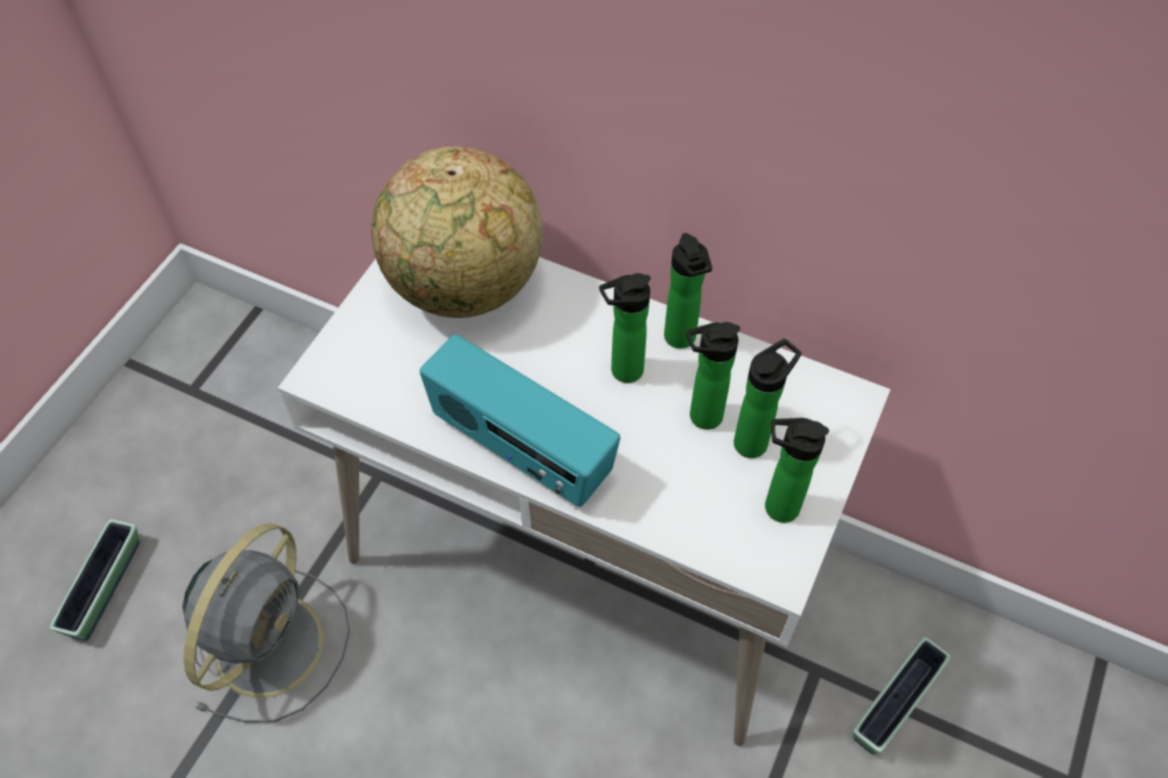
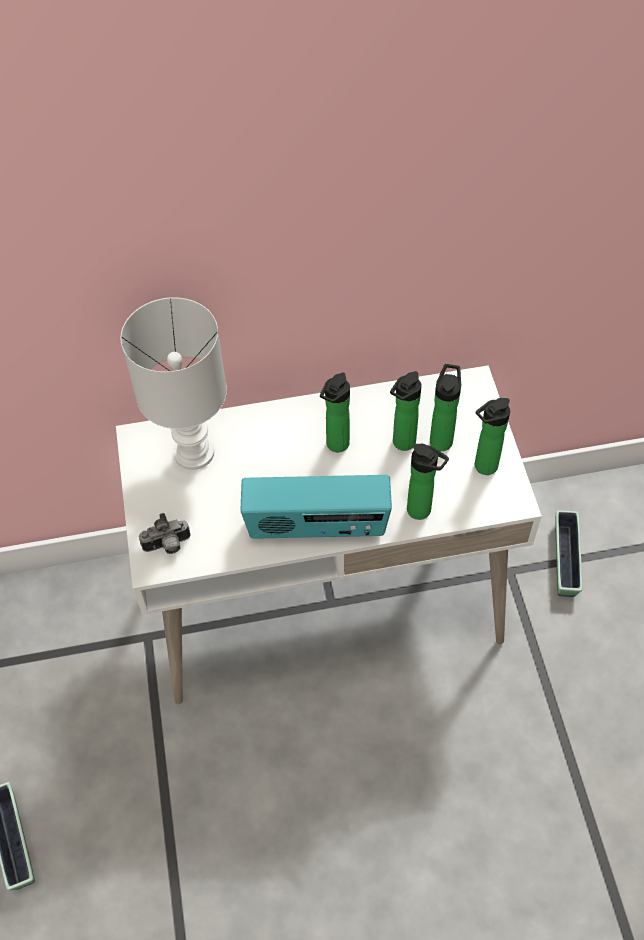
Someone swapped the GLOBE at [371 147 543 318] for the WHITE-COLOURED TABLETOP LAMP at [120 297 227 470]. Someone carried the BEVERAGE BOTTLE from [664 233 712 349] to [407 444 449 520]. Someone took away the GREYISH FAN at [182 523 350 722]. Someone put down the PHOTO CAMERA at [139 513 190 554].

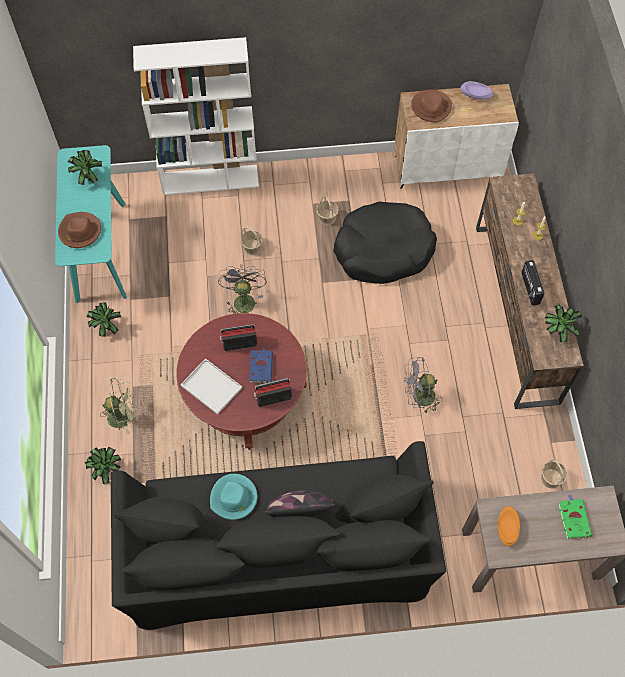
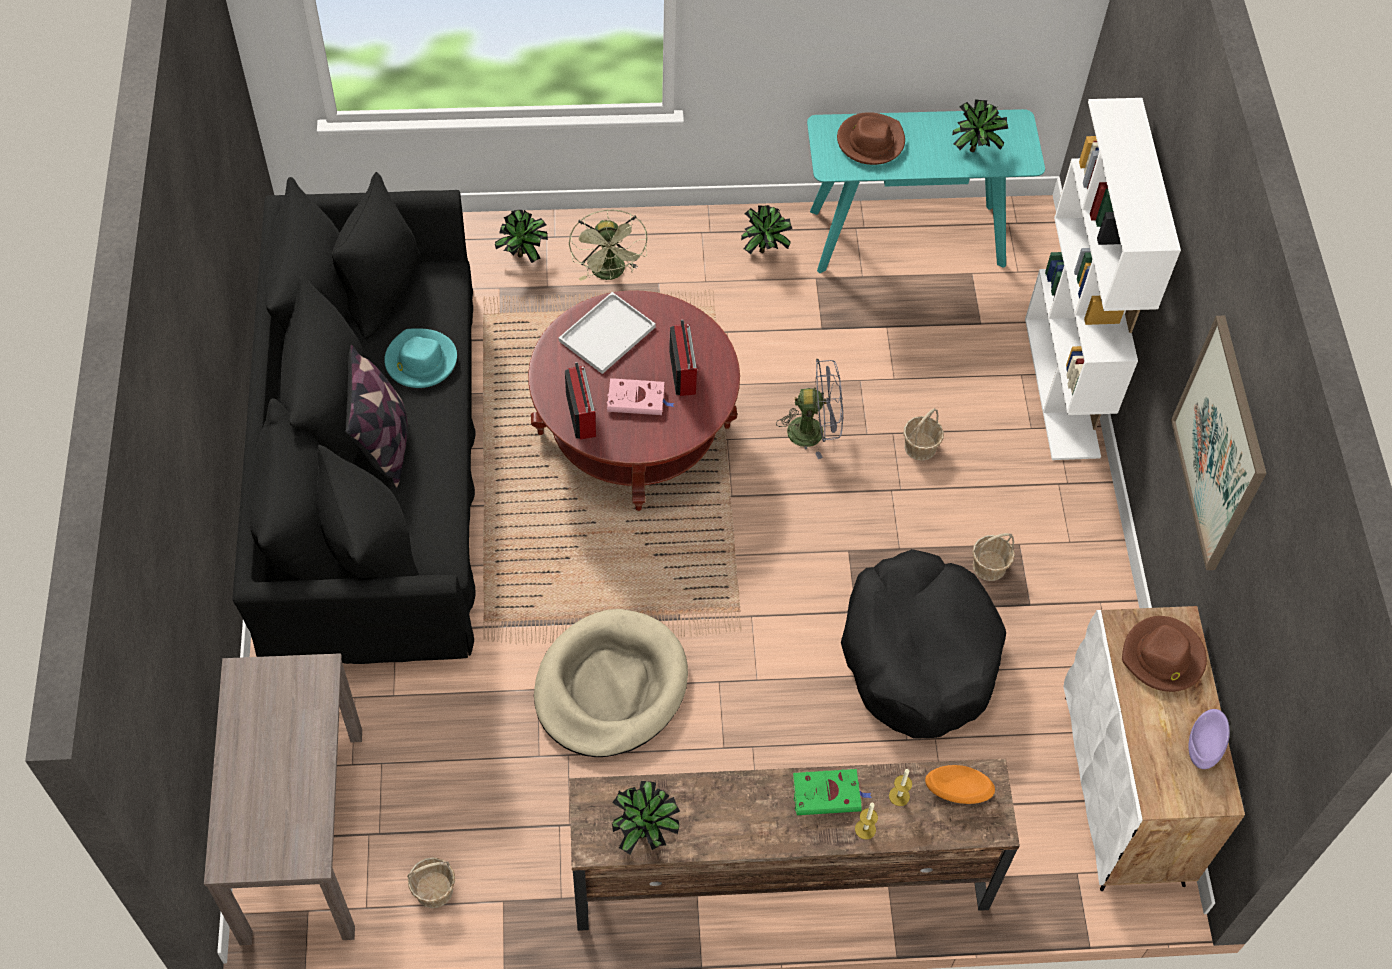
Someone took away the RADIO at [522 260 544 306]. Someone repainted the BLUE-COLOURED BOOK at [249 348 273 383], which became the PINKISH BOOK at [607 378 674 415]. Someone swapped the GREYISH FAN at [405 357 443 414] for the SAND-COLOURED DOG BED at [534 609 688 757]. Someone carried the GREENISH BOOK from [558 495 592 540] to [792 769 872 815]. Someone carried the ORANGE-COLOURED BOWL from [498 506 520 546] to [925 765 995 804]. Someone put up the WALL ART at [1171 316 1266 570].

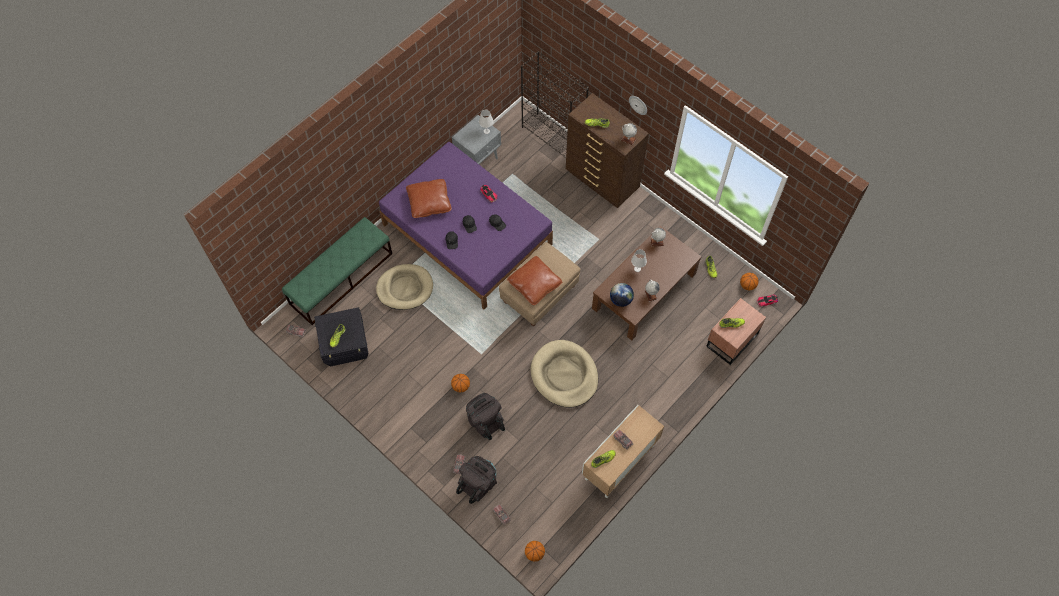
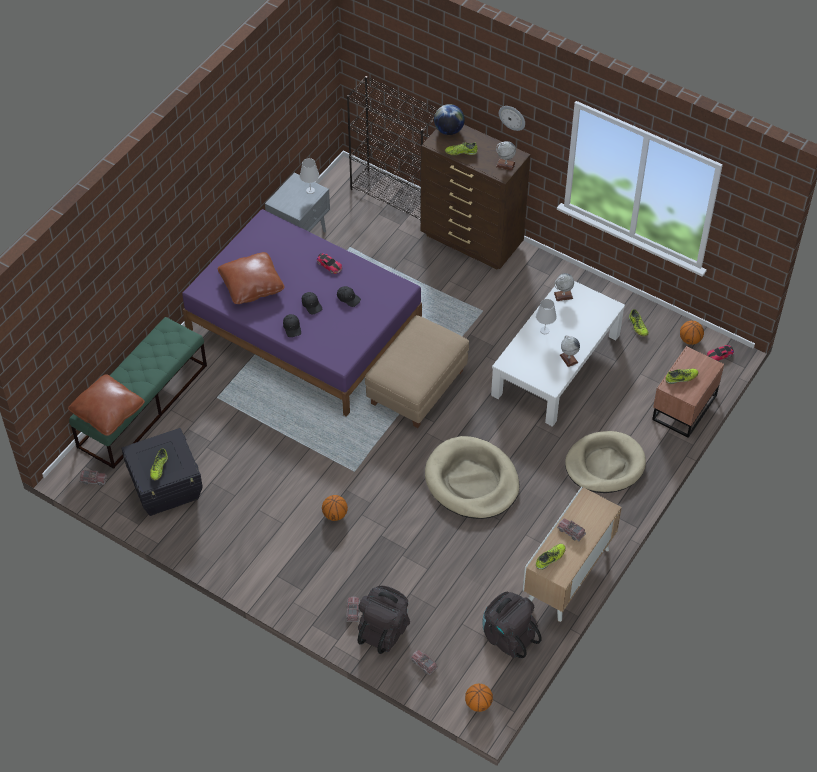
Someone repainted the BROWN LOUNGE TABLE at [592 226 702 340], which became the WHITE-COLOURED LOUNGE TABLE at [491 281 625 427]. Someone carried the BROWN THROW PILLOW from [507 256 562 305] to [68 374 145 436]. Someone carried the SAND-COLOURED DOG BED from [376 264 433 310] to [565 431 646 493]. Someone carried the GLOBE from [610 283 634 307] to [434 104 465 135]. Someone carried the BLACKISH BACKPACK from [466 393 505 440] to [482 592 542 658].

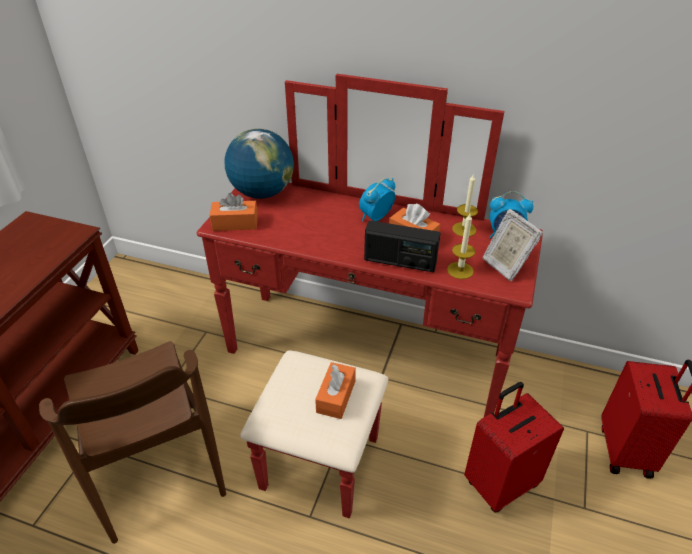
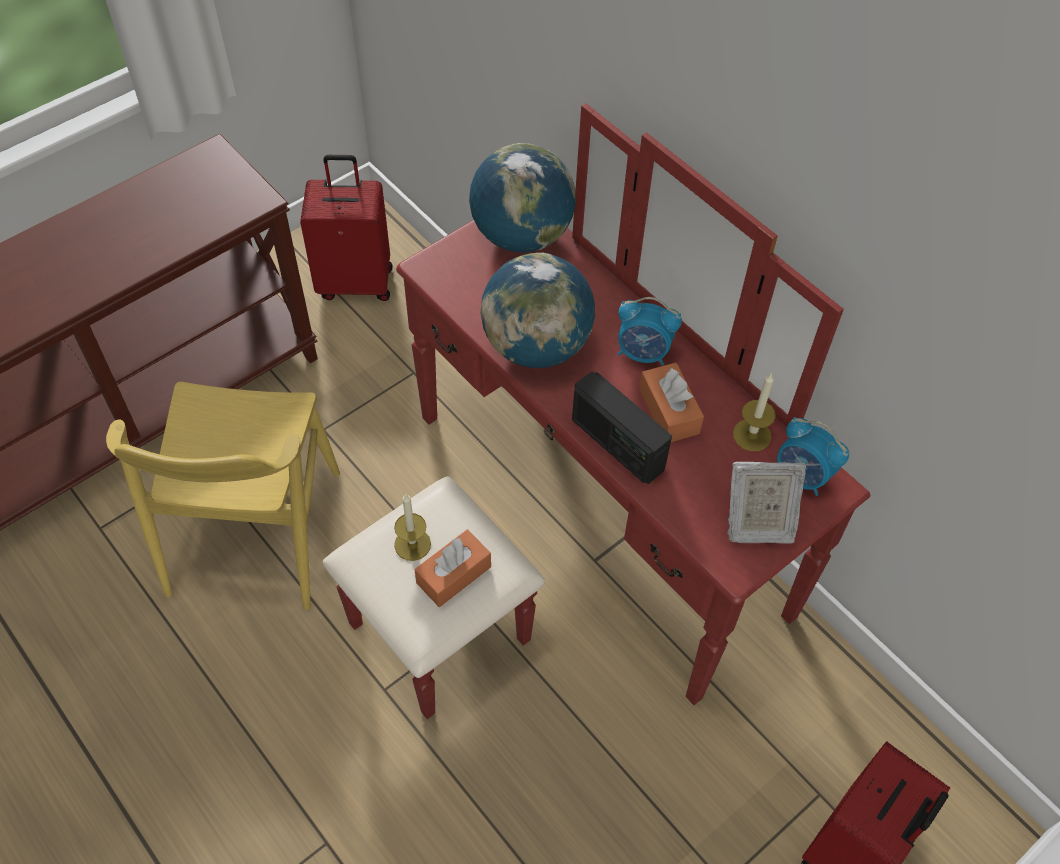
Someone rotated the ALARM CLOCK at [359 178 395 221] by 150 degrees counterclockwise. Someone took away the ORANGE-COLOURED TISSUE BOX at [210 193 258 231]. Someone rotated the PHOTO FRAME at [482 209 543 281] by 90 degrees counterclockwise. Someone carried the CANDLE from [447 213 475 279] to [394 494 431 561]. Someone repainted the BROWN PLAIN CHAIR at [39 341 226 544], which became the YELLOWISH PLAIN CHAIR at [106 382 340 610]. Someone carried the RED PIECE OF LUGGAGE from [464 382 564 513] to [300 155 392 301]. Someone put down the GLOBE at [481 252 595 368].

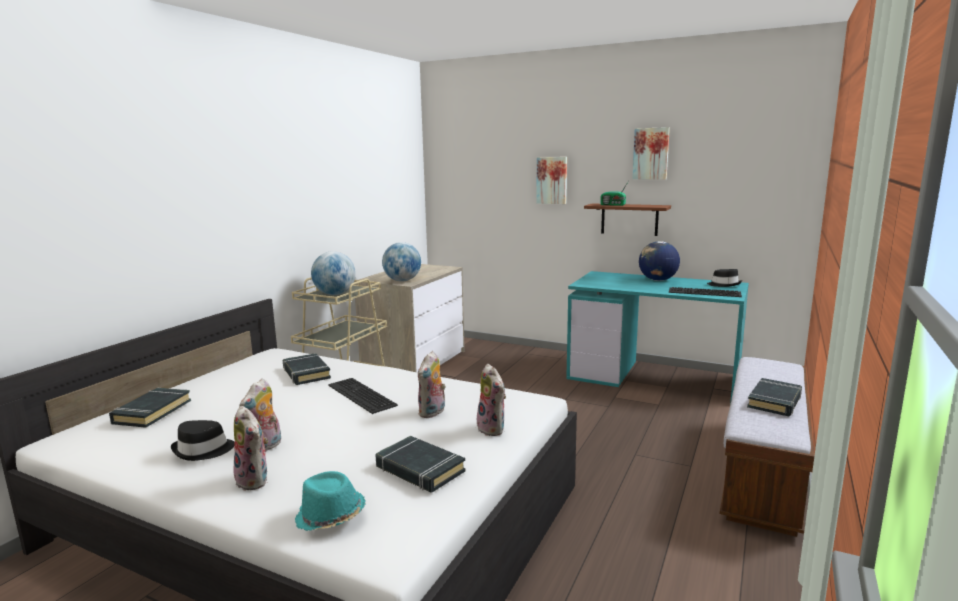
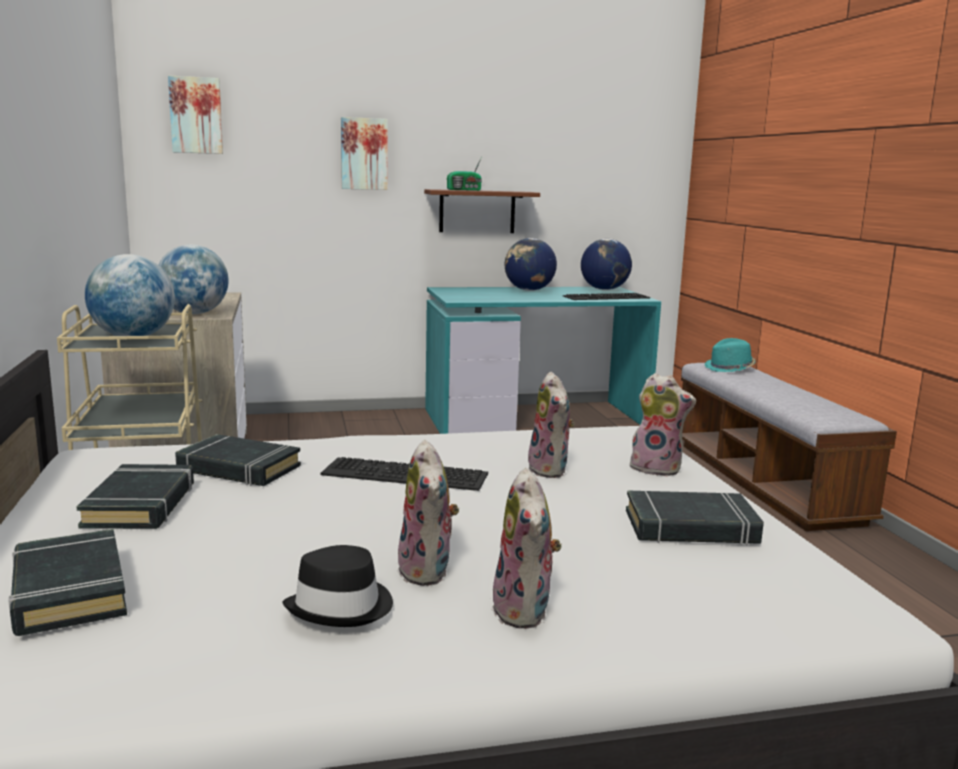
Someone carried the WALL ART from [632 127 670 180] to [168 75 223 154]. Someone swapped the BLACKISH CLOTHING HAT at [707 269 742 287] for the GLOBE at [581 239 632 290]. Someone carried the BLACKISH BOOK from [747 378 802 416] to [77 464 194 529]. Someone rotated the CUDDLY TOY at [233 406 268 491] by 75 degrees clockwise. Someone carried the TURQUOISE-COLOURED CLOTHING HAT from [295 471 366 531] to [705 338 755 372].

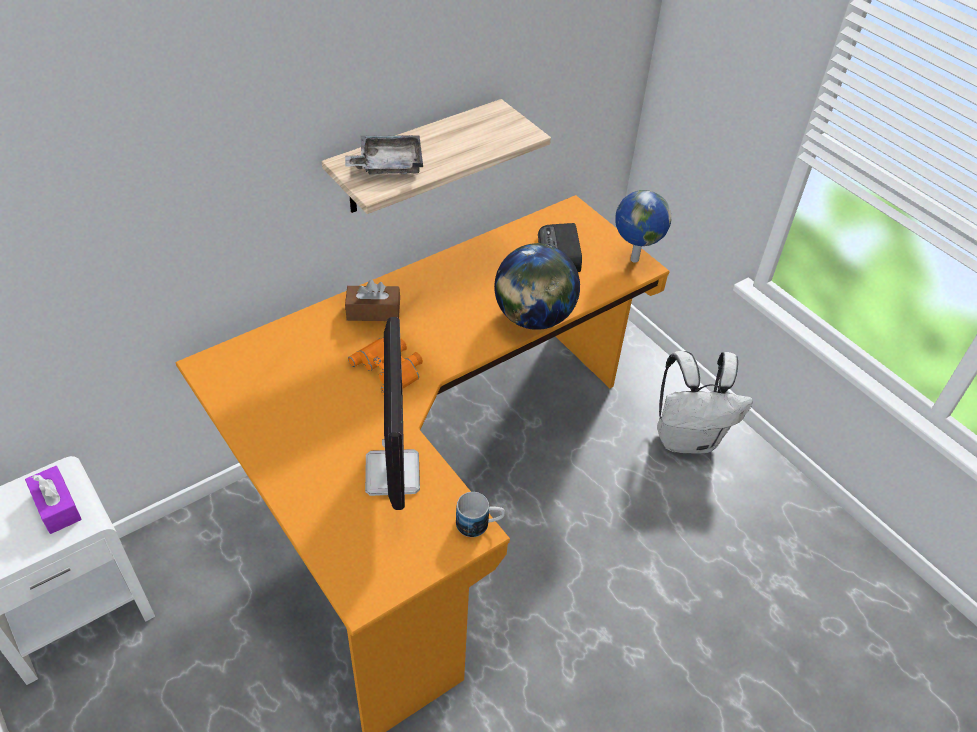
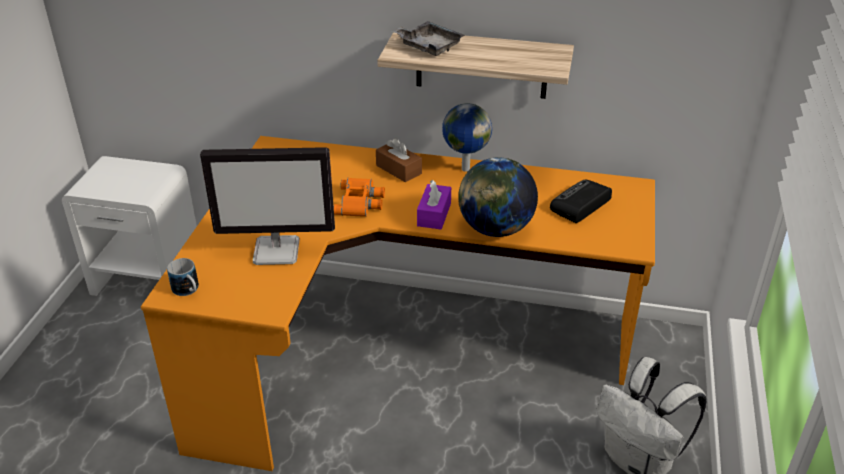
Someone carried the GLOBE from [615 190 671 262] to [442 103 492 172]. Someone rotated the COMPUTER SCREEN at [365 317 420 510] by 45 degrees clockwise. Someone carried the PURPLE-COLOURED TISSUE BOX from [25 466 82 534] to [417 180 451 229]. Someone carried the MUG from [456 492 505 537] to [167 258 199 296].

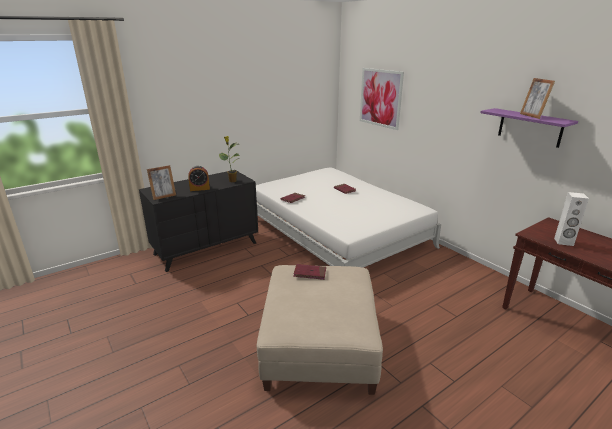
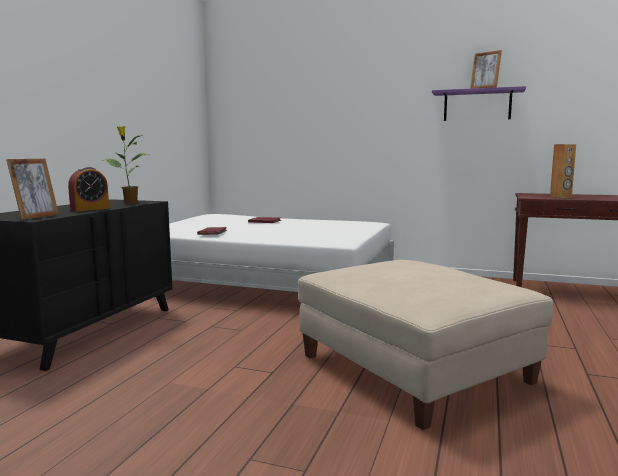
Someone took away the WALL ART at [360 68 404 130]. Someone repainted the WHITE-COLOURED SPEAKER at [554 192 589 246], which became the BROWN SPEAKER at [550 144 576 198]. Someone took away the RED BOOK at [293 264 326 280].

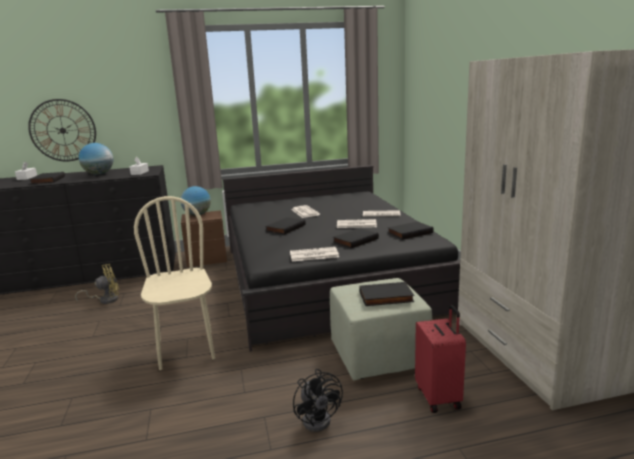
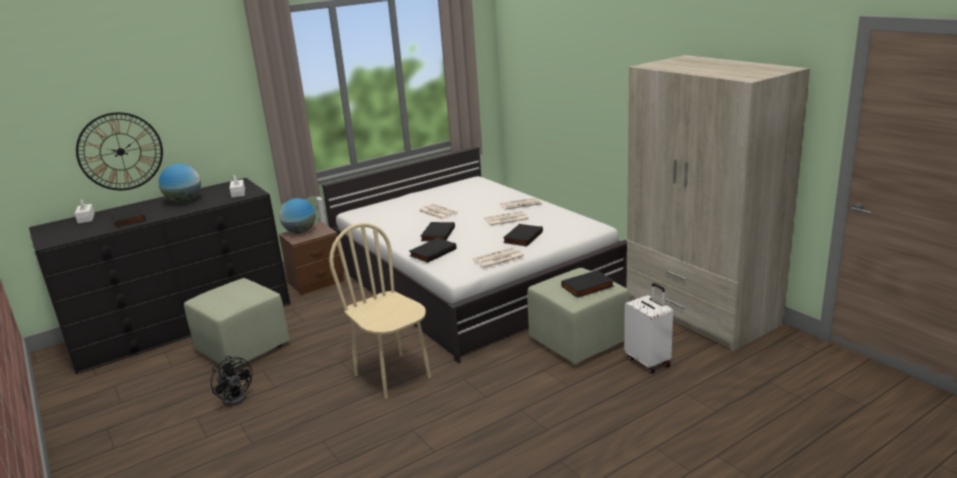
Someone repainted the BLACKISH SLEEPING BED at [222 165 460 352], which became the WHITE-COLOURED SLEEPING BED at [322 147 627 363]. Someone carried the BLACKISH BOOK from [387 221 434 240] to [409 238 457 263]. Someone swapped the YELLOWISH FAN at [75 264 119 304] for the GREENISH OTTOMAN at [184 278 290 369]. Someone repainted the RED PIECE OF LUGGAGE at [415 305 466 413], which became the WHITE-COLOURED PIECE OF LUGGAGE at [624 283 673 374]. Someone carried the BLACKISH FAN from [293 369 343 432] to [211 356 252 406].

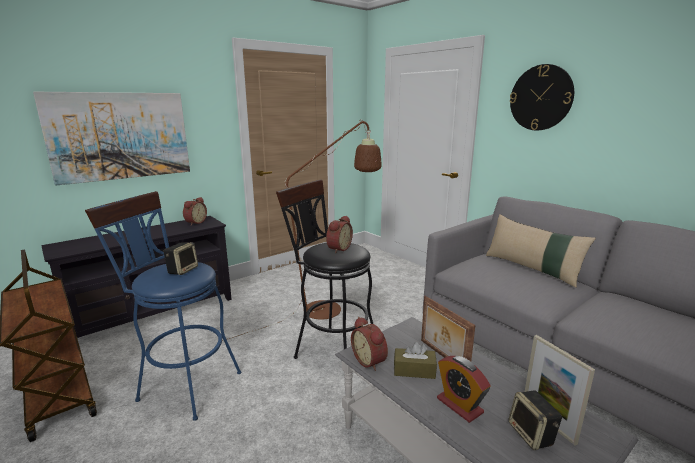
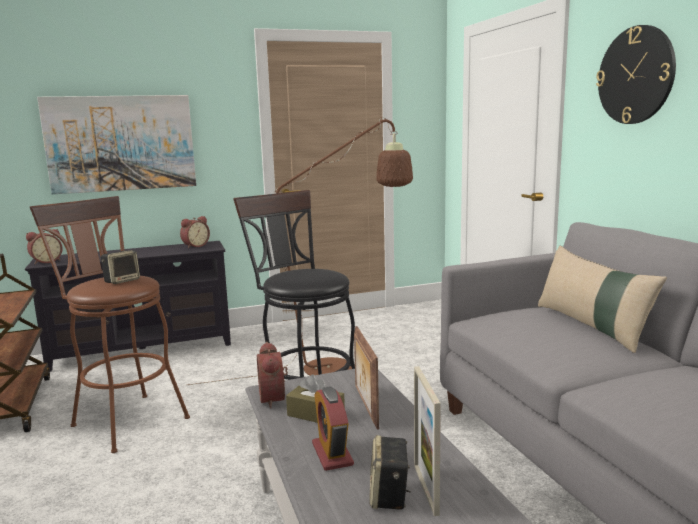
Someone repainted the BLUE-COLOURED SITTING STOOL at [85 191 242 421], which became the BROWN SITTING STOOL at [30 196 190 453]. Someone carried the ALARM CLOCK from [326 215 353 253] to [26 229 63 264].

